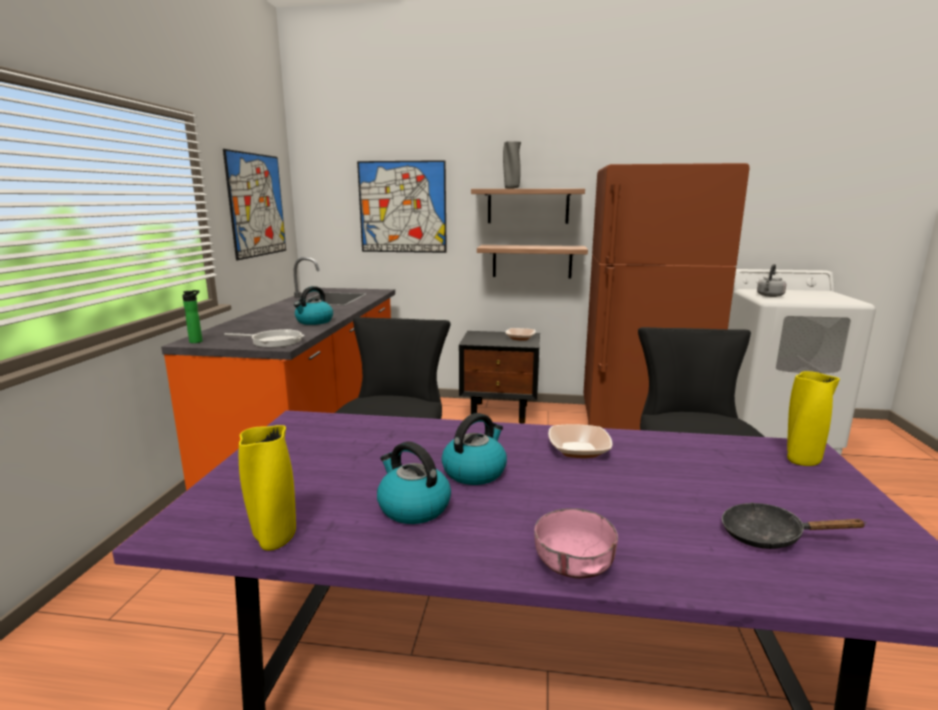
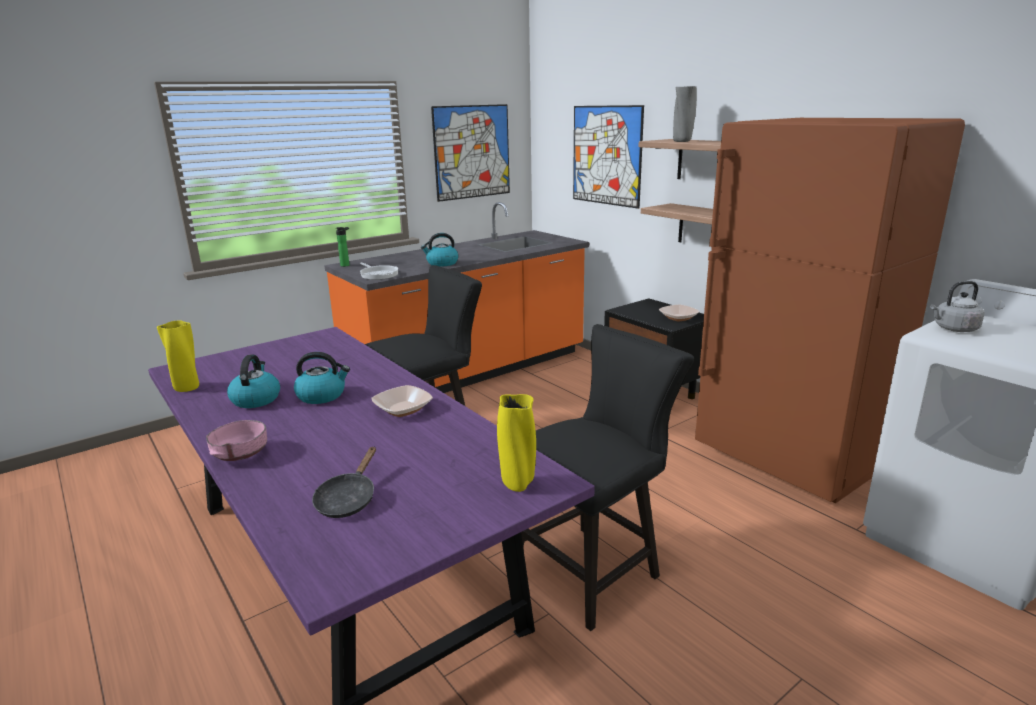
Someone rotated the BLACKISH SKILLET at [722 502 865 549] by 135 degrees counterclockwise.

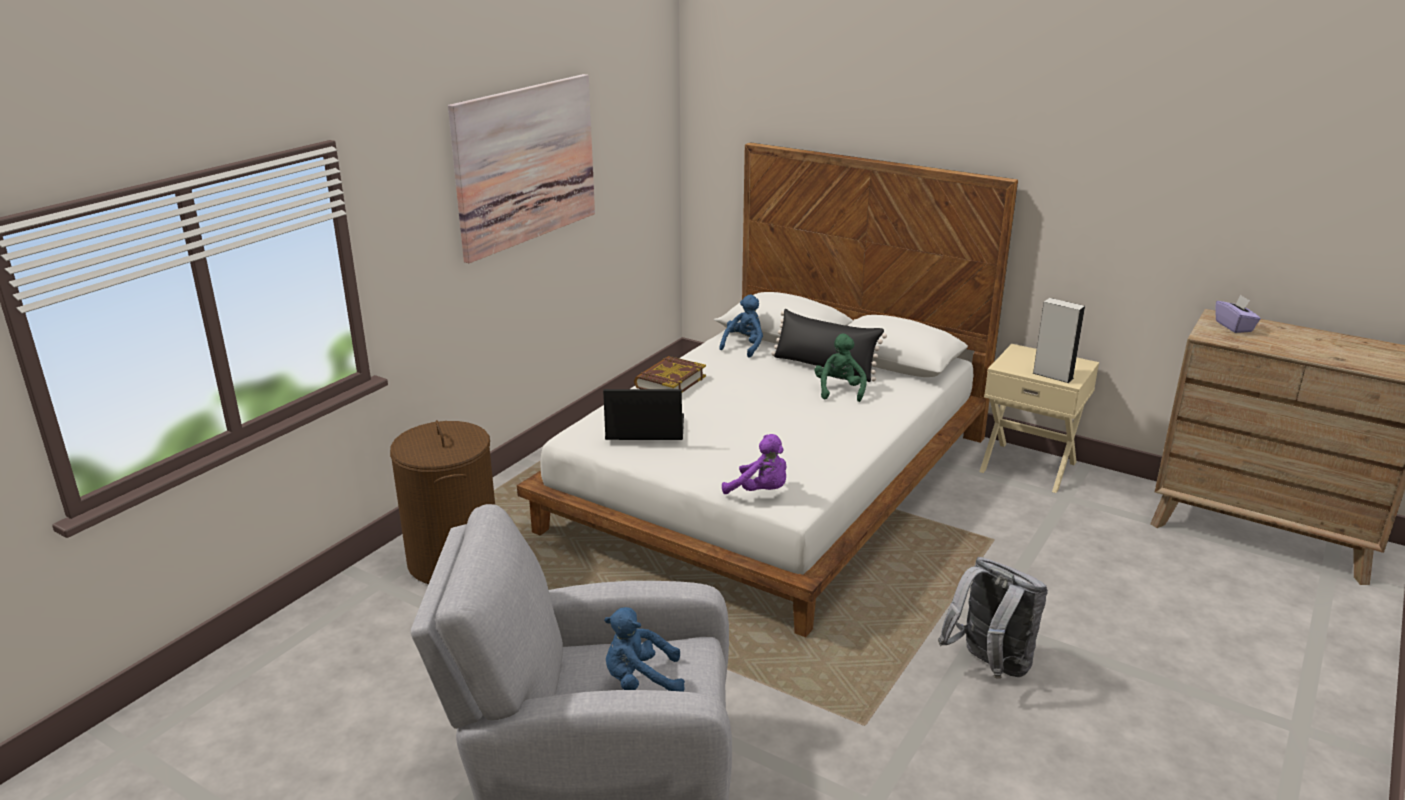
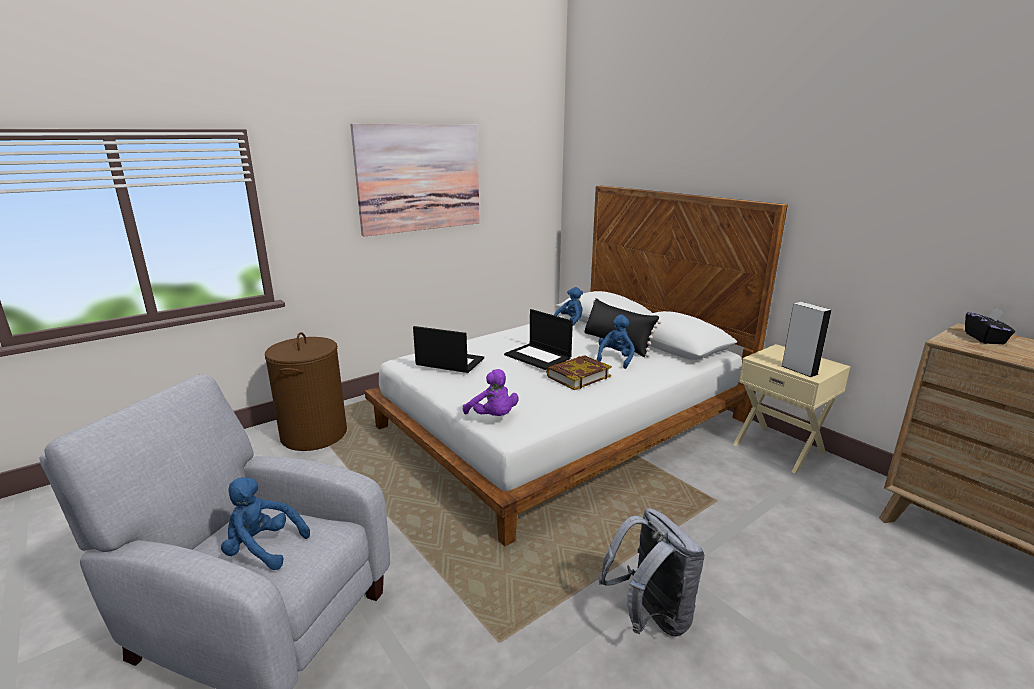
Someone repainted the PURPLE-COLOURED TISSUE BOX at [1215 295 1261 333], which became the BLACKISH TISSUE BOX at [965 308 1015 344]. Someone repainted the GREENISH CUDDLY TOY at [815 334 867 402], which became the BLUE-COLOURED CUDDLY TOY at [597 315 635 369]. Someone carried the BOOK from [634 356 706 393] to [546 355 612 390]. Someone put down the LAPTOP at [504 309 573 370].

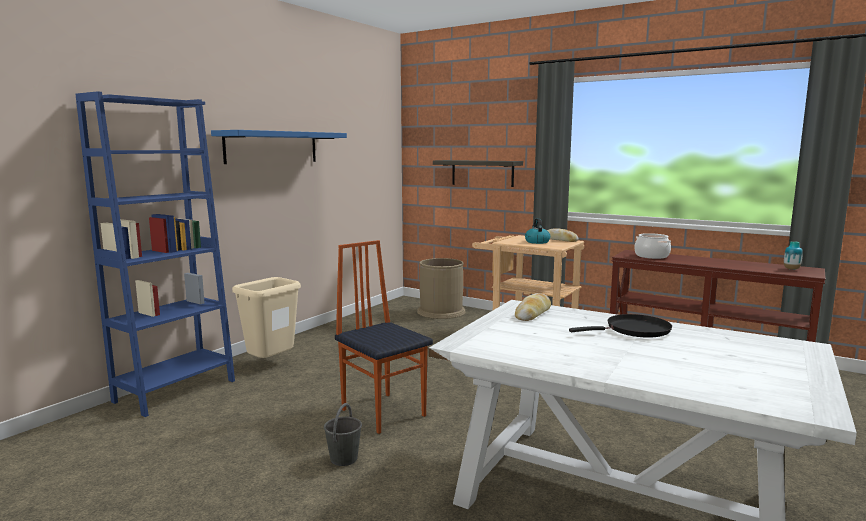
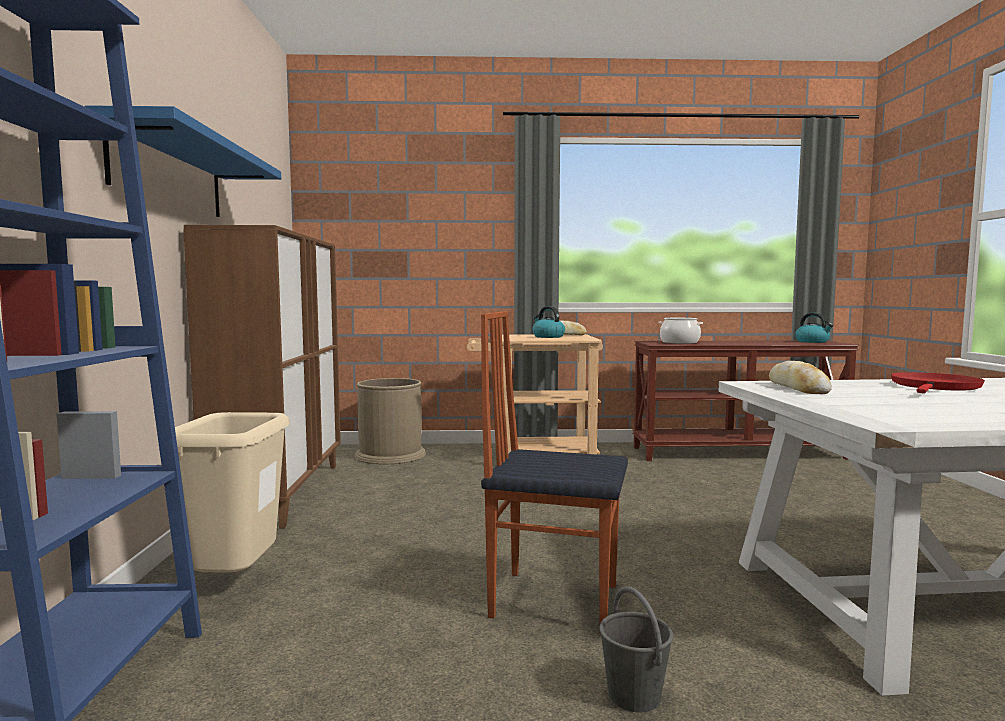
Someone took away the BRACKET SHELF at [433 160 523 187]. Someone swapped the DECORATIVE VASE at [784 241 803 270] for the WATER KETTLE at [795 312 834 343]. Someone repainted the BLACKISH SKILLET at [569 314 672 338], which became the RED SKILLET at [891 372 985 393]. Someone put down the BROWN CABINET at [183 225 341 529].

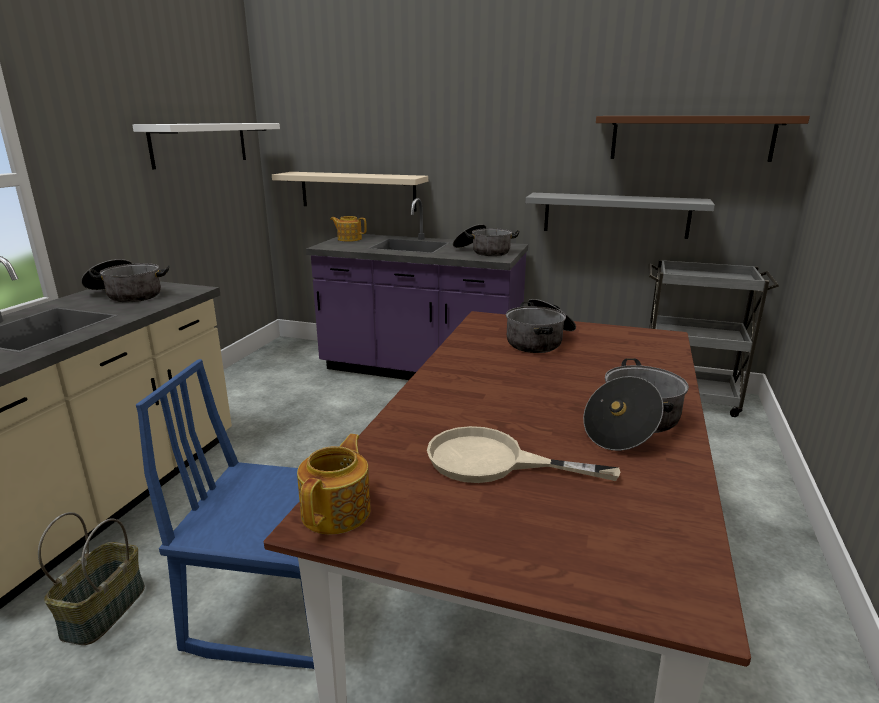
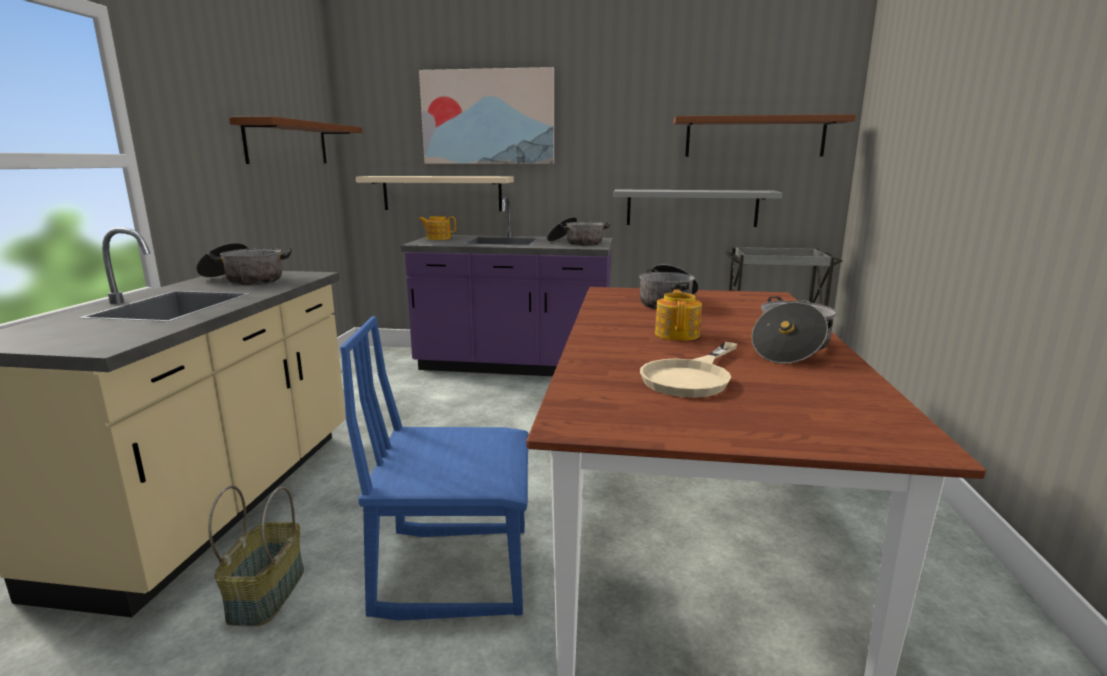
Someone repainted the WHITE-COLOURED BRACKET SHELF at [132 123 280 170], which became the BROWN BRACKET SHELF at [229 116 362 164]. Someone rotated the SAND-COLOURED SKILLET at [427 426 620 483] by 60 degrees counterclockwise. Someone carried the TEAPOT from [297 434 371 534] to [655 290 702 341]. Someone put up the WALL ART at [419 67 554 164].

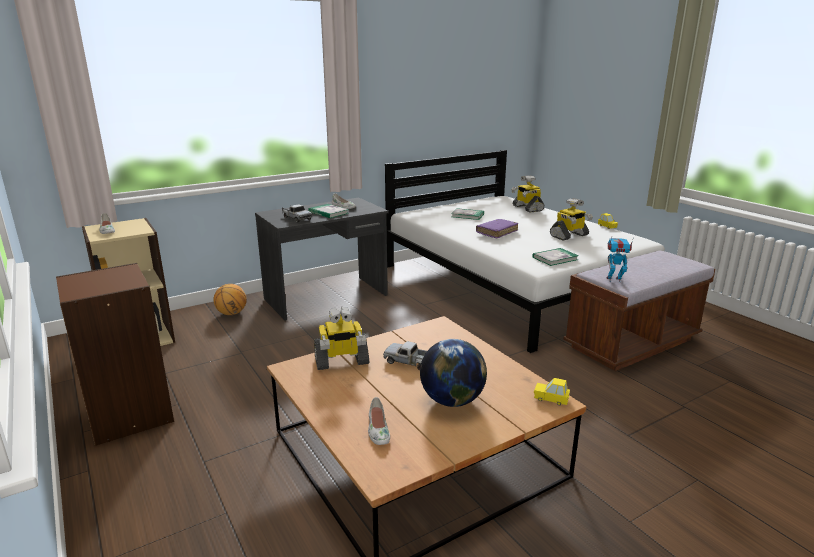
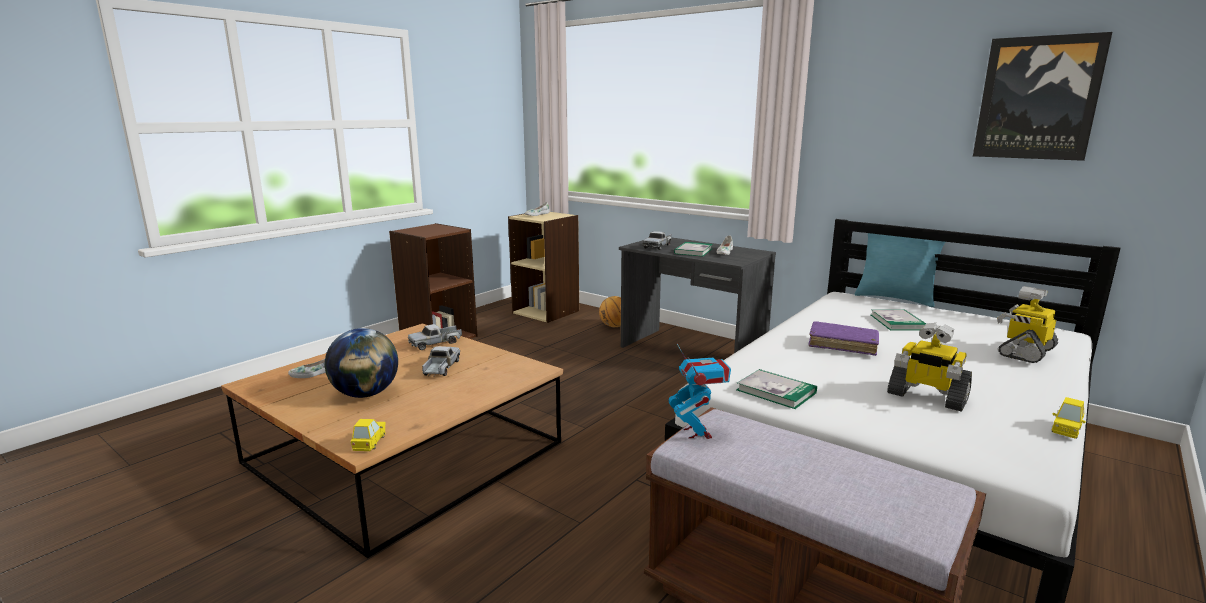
Someone swapped the ROBOT FIGURE at [314 307 369 370] for the TOY TRUCK at [408 324 462 350]. Someone put up the WALL ART at [973 32 1112 161]. Someone put down the TURQUOISE-COLOURED THROW PILLOW at [855 233 945 307].

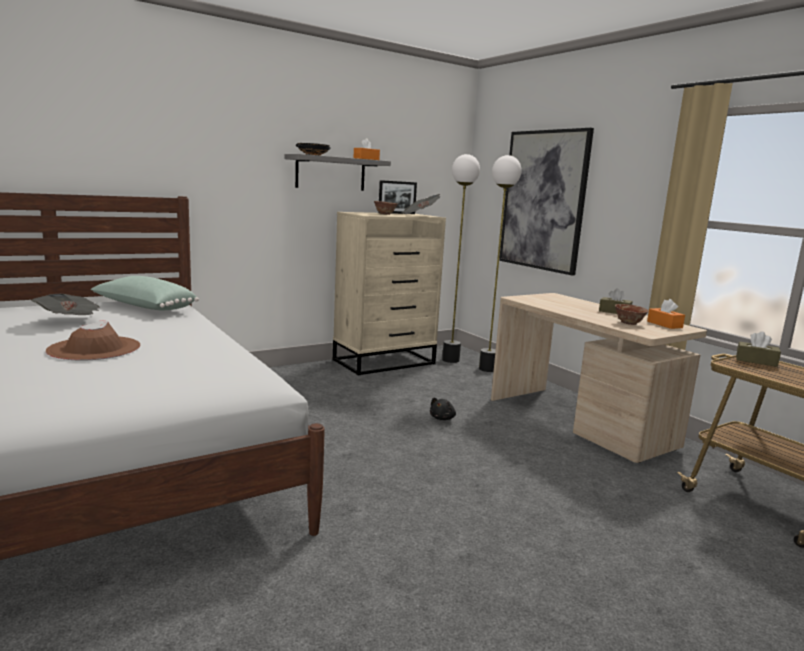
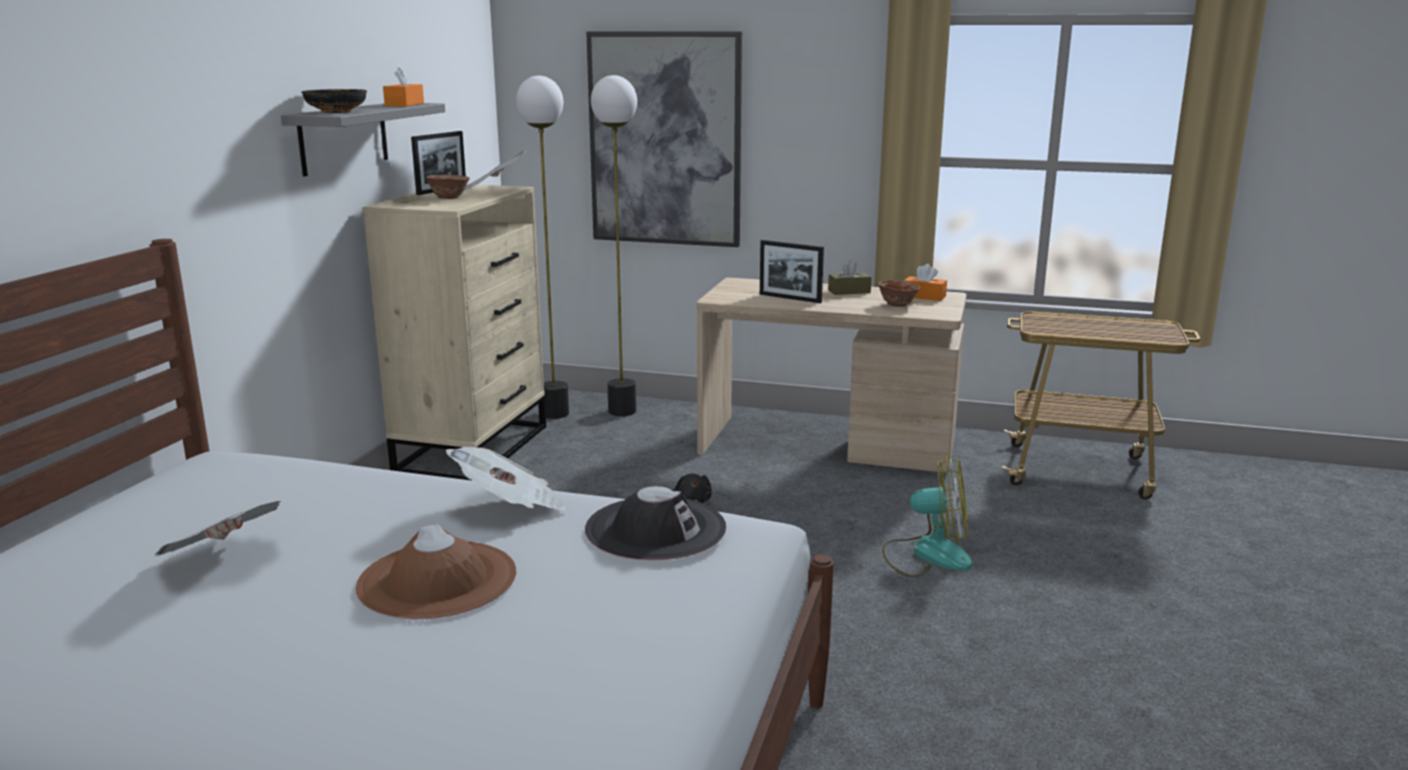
Someone took away the GREENISH THROW PILLOW at [91 276 199 310]. Someone took away the BROWN TISSUE BOX at [736 332 781 367]. Someone put down the PHOTO FRAME at [760 240 824 303]. Someone put down the NEWSPAPER at [446 447 568 510]. Someone put down the FAN at [882 455 972 577]. Someone put down the BLACKISH CLOTHING HAT at [585 486 726 561].

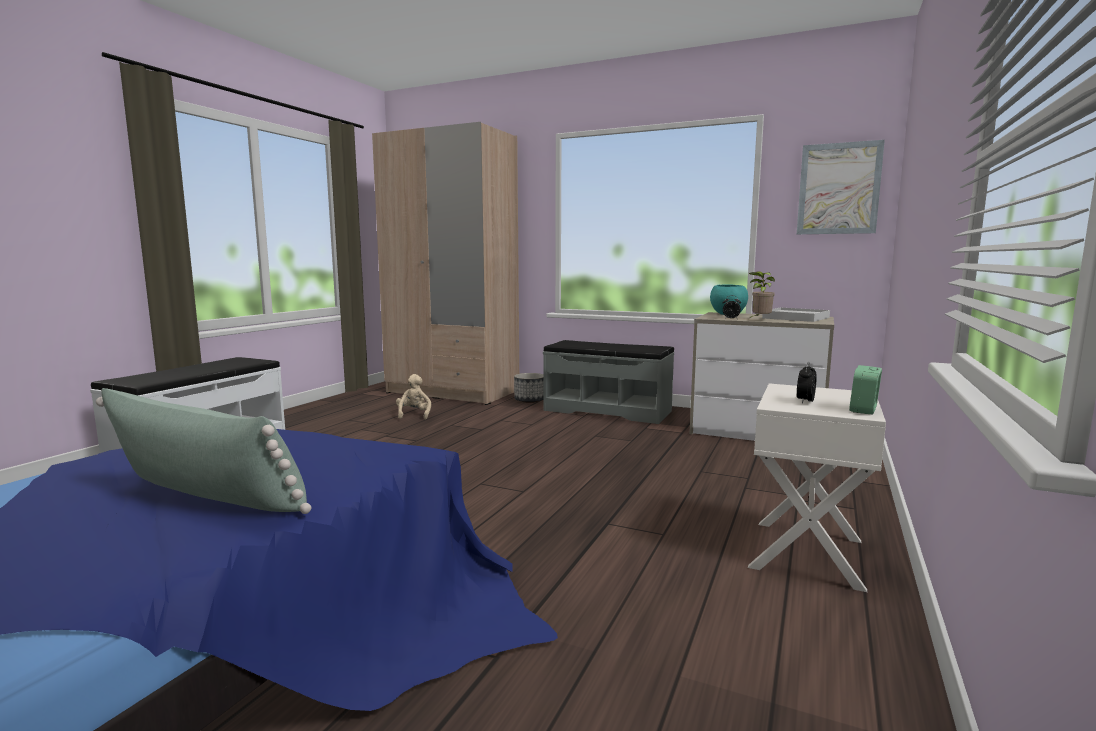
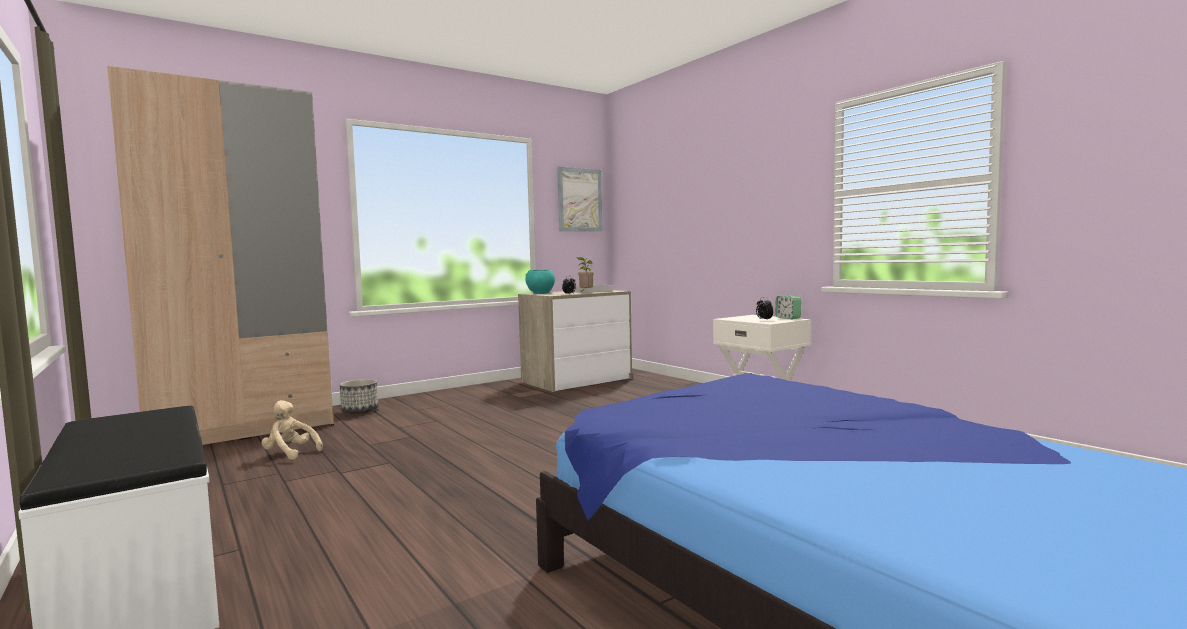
Someone took away the GREYISH INDOOR BENCH at [543 340 674 424]. Someone took away the GREENISH THROW PILLOW at [96 388 311 514].

